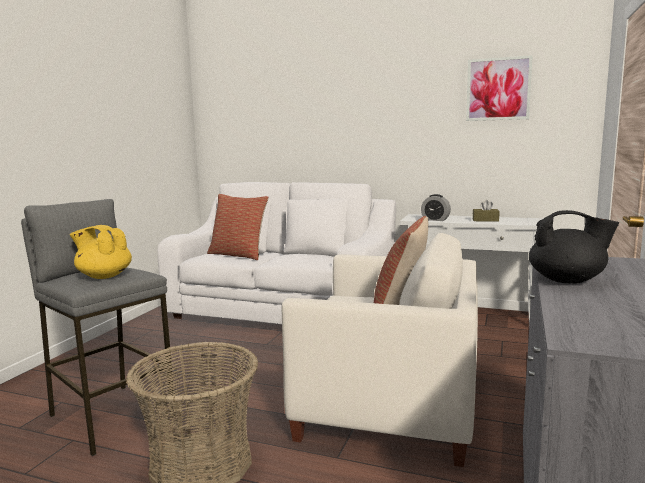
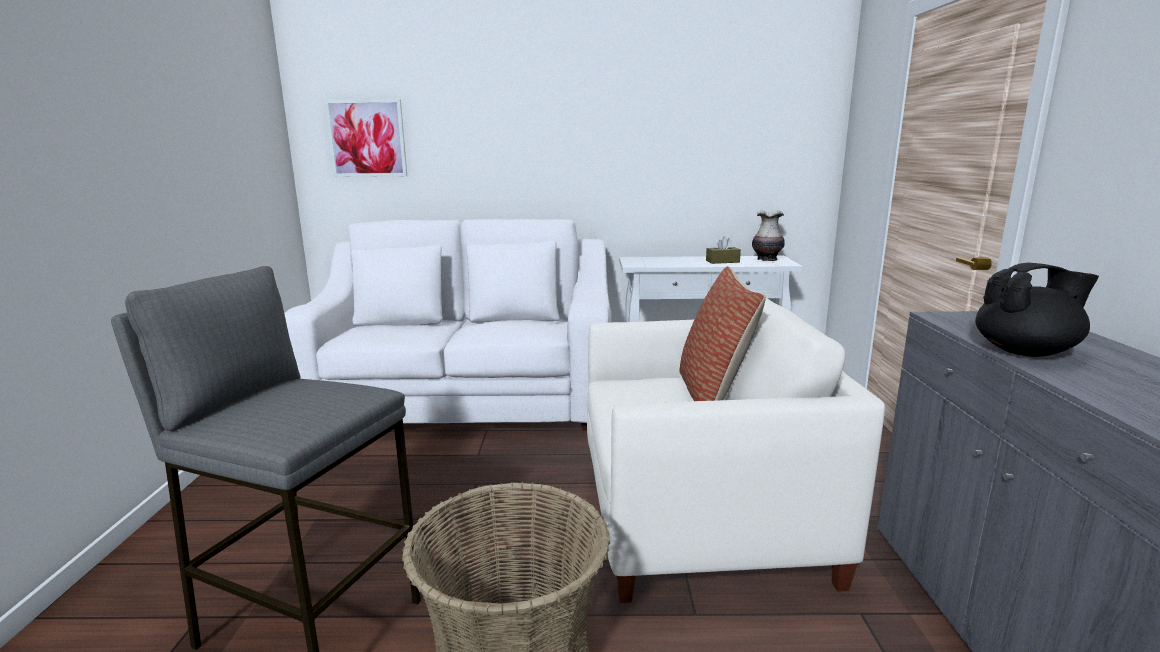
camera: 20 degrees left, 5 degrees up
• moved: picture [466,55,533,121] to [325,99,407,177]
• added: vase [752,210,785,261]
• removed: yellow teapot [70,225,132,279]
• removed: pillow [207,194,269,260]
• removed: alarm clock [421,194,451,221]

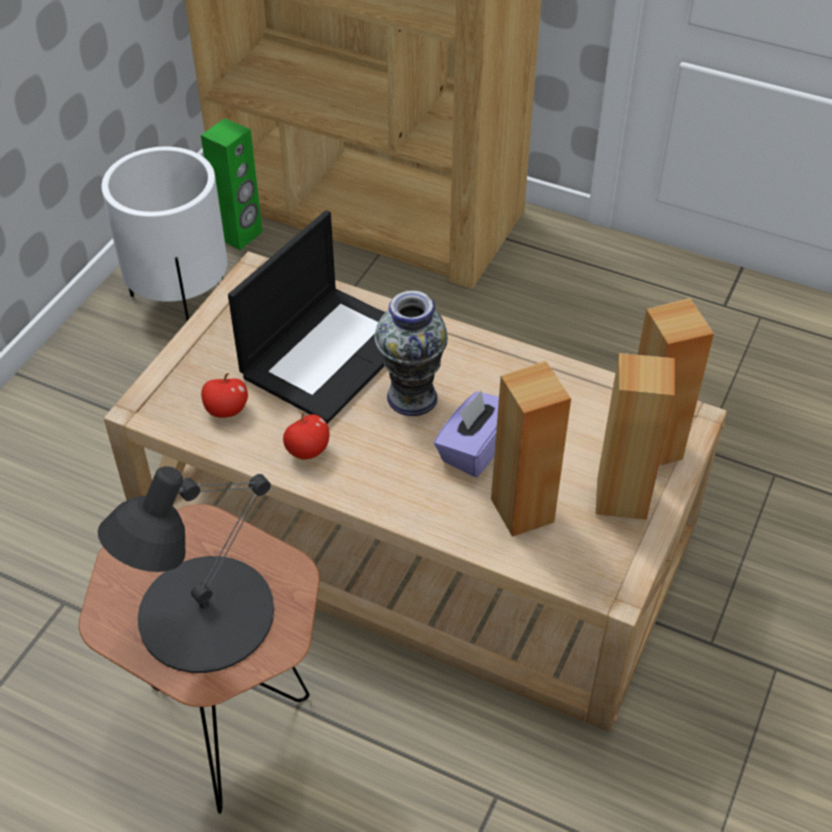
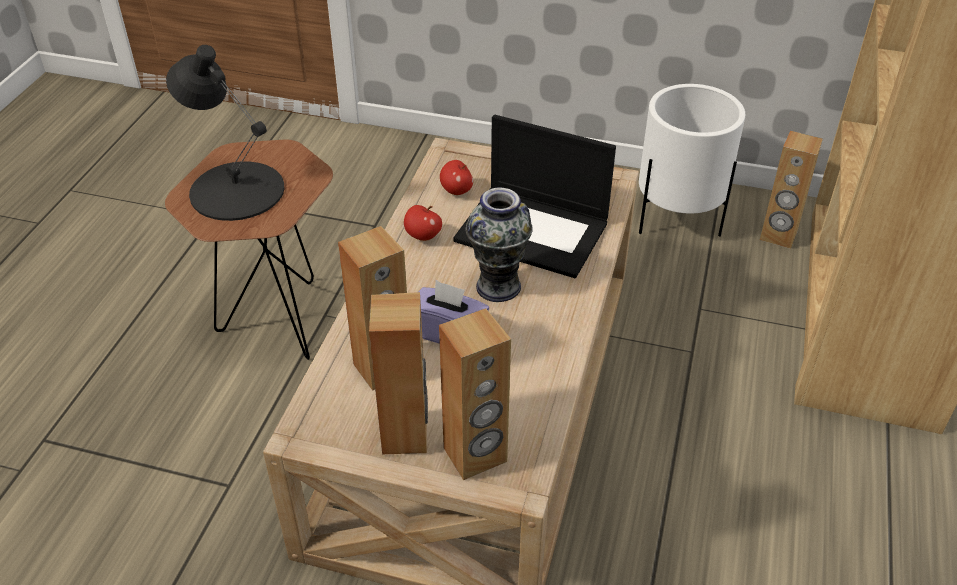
camera: 80 degrees right, 5 degrees down
• recoloured: green speaker [201,118,263,250] to brown speaker [760,131,823,249]

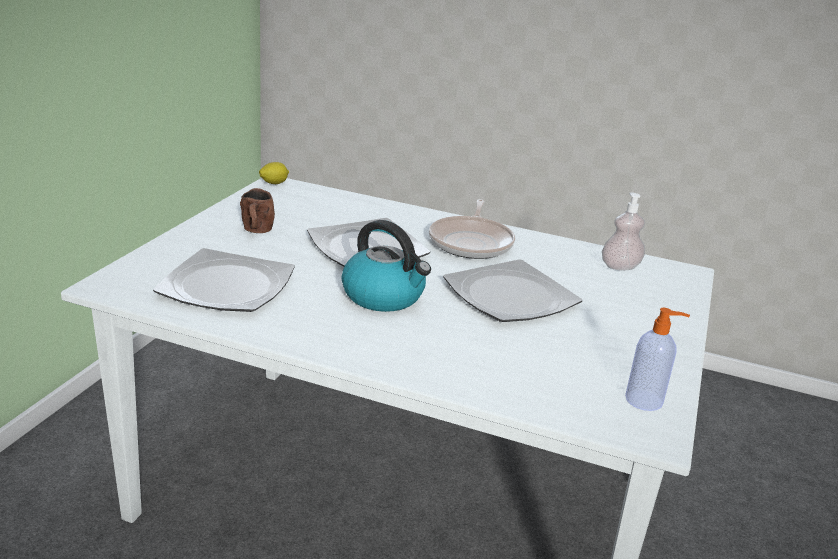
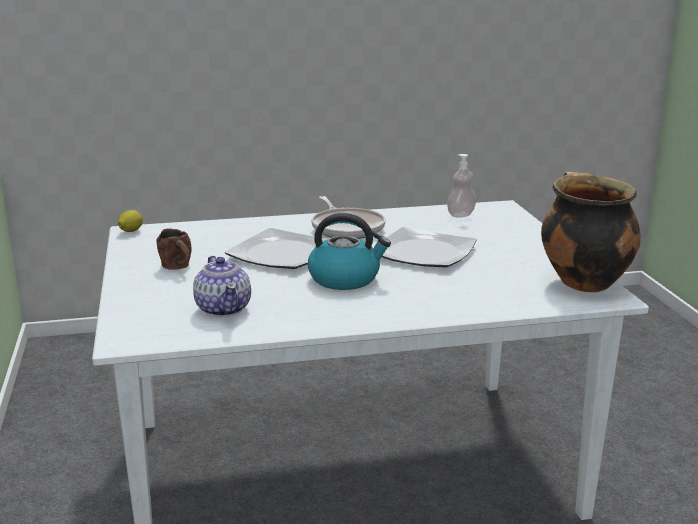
camera: 30 degrees left, 5 degrees down
• replaced: plate [153,248,295,312] to teapot [193,256,251,317]
• replaced: soap dispenser [625,308,690,411] to cooking pot [541,172,641,292]

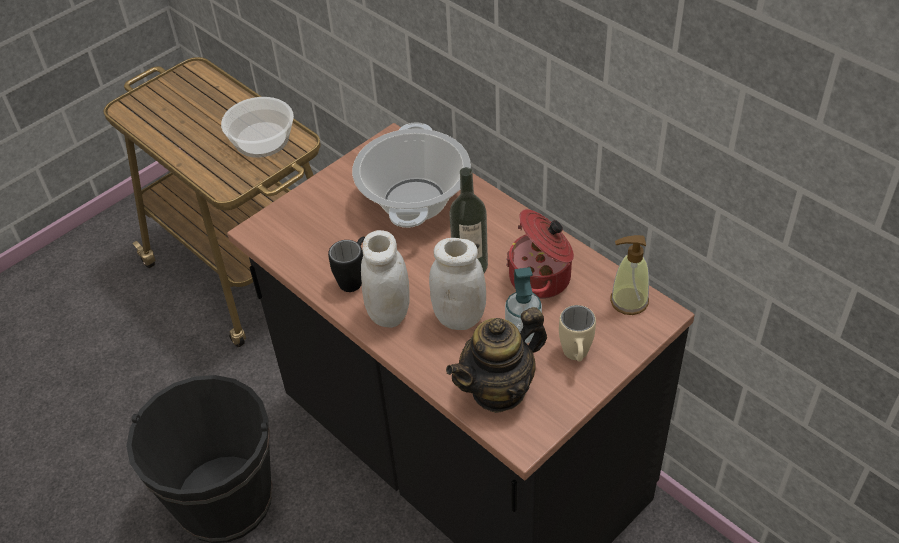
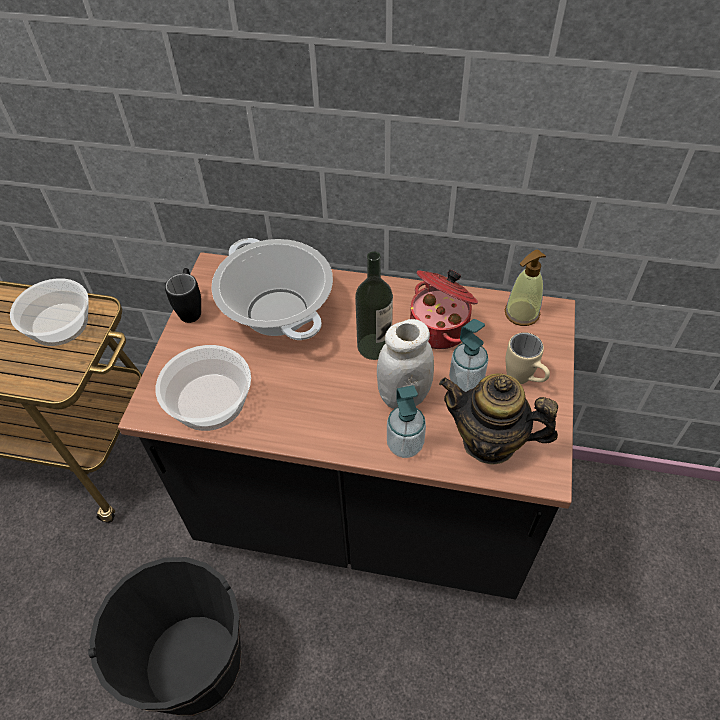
camera: 35 degrees left, 5 degrees up
• added: bowl [156,345,251,431]
• moved: black mug [328,237,365,292] to [165,268,201,323]
• added: soap dispenser [387,385,426,458]
• turned: teapot [446,307,547,413] = [439,374,558,465] 90 degrees clockwise
• removed: white jar [361,230,410,328]

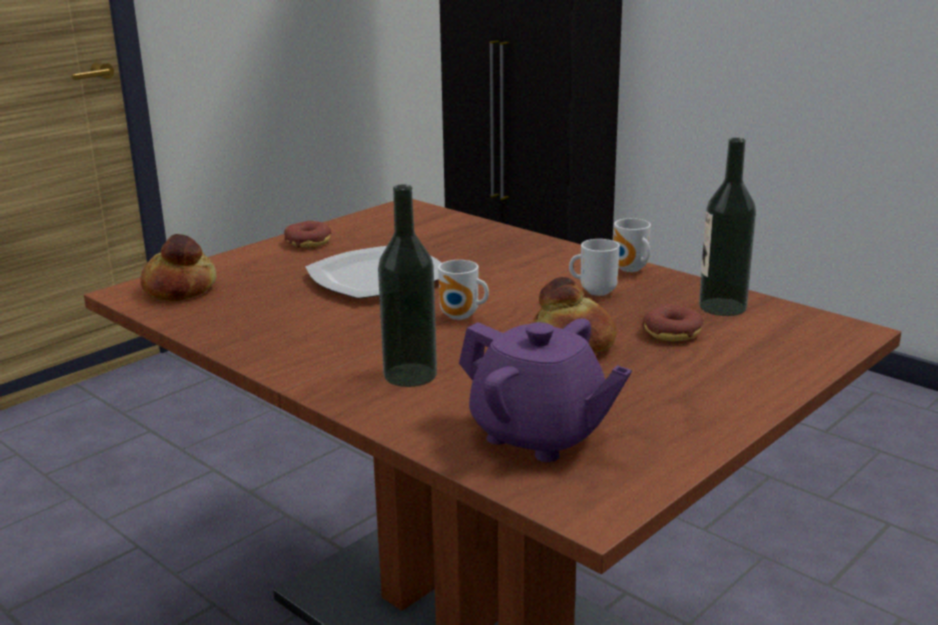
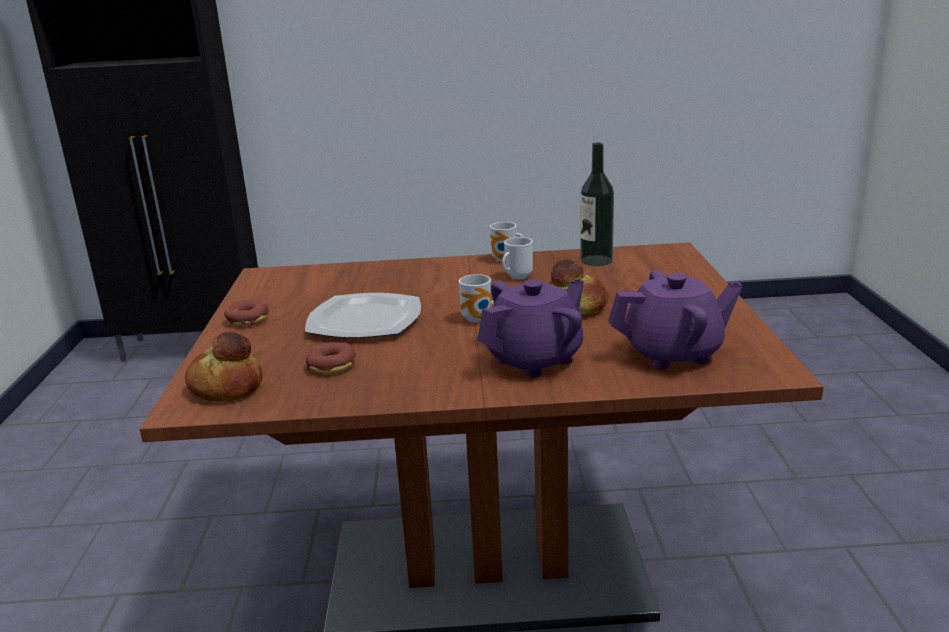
camera: 45 degrees left, 0 degrees up
• moved: donut [642,304,703,342] to [306,342,356,375]
• replaced: bottle [378,184,437,387] to purple teapot [477,279,584,378]

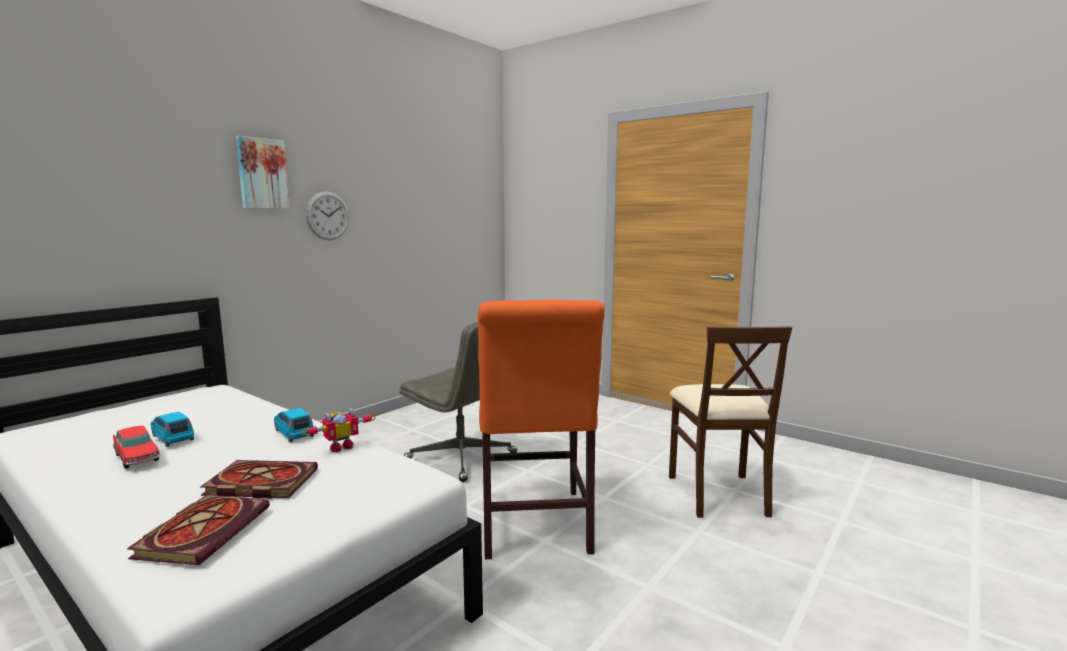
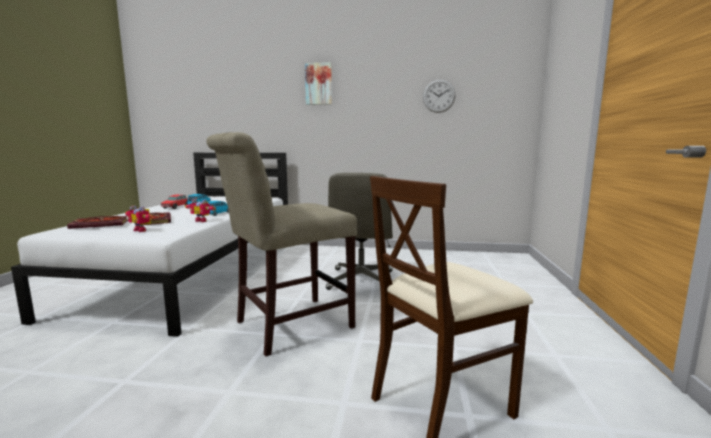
camera: 60 degrees right, 0 degrees up
• added: toy robot [125,206,153,232]
• recoloured: orange chair [478,300,605,559] to beige chair [206,132,357,356]
• moved: wall clock [306,191,349,240] to [423,79,456,113]

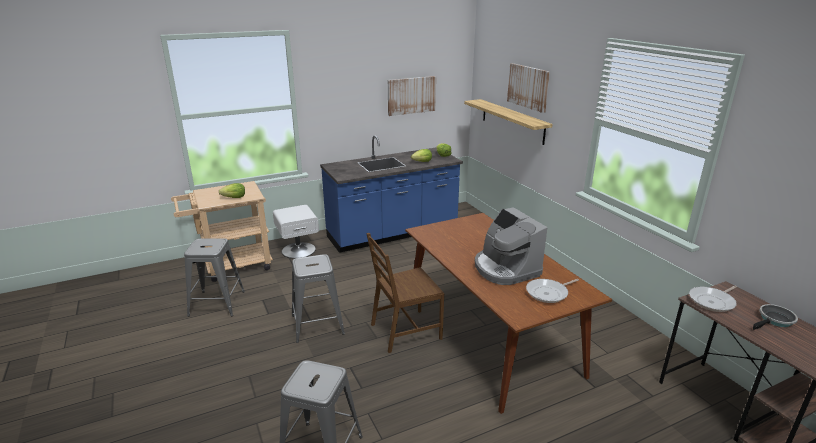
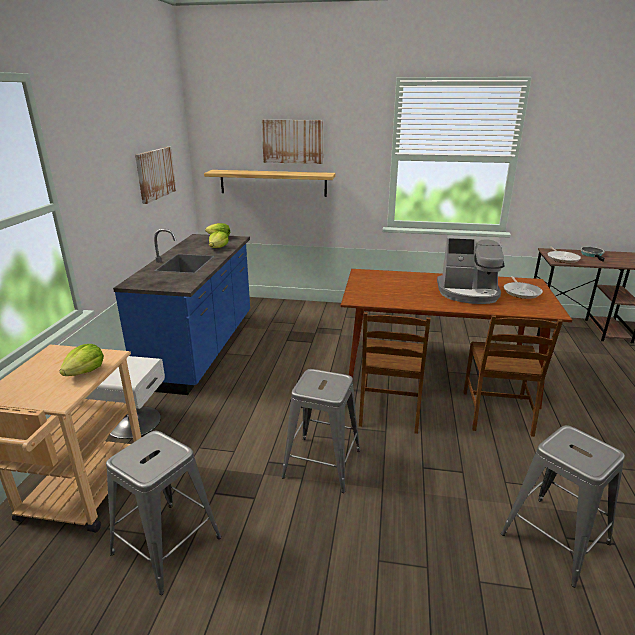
camera: 55 degrees left, 0 degrees up
• added: brown chair [463,315,563,437]

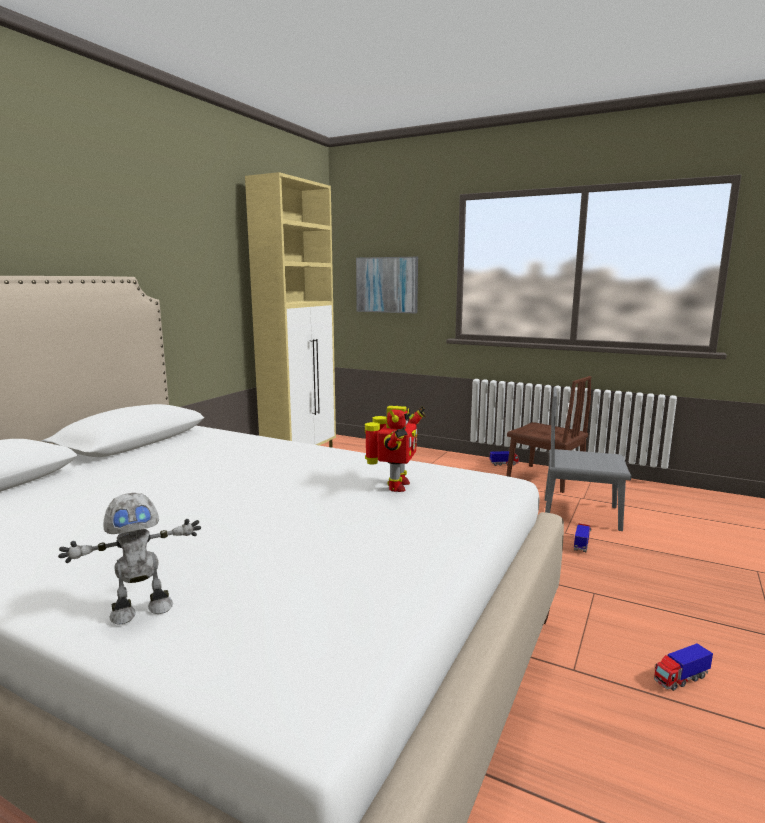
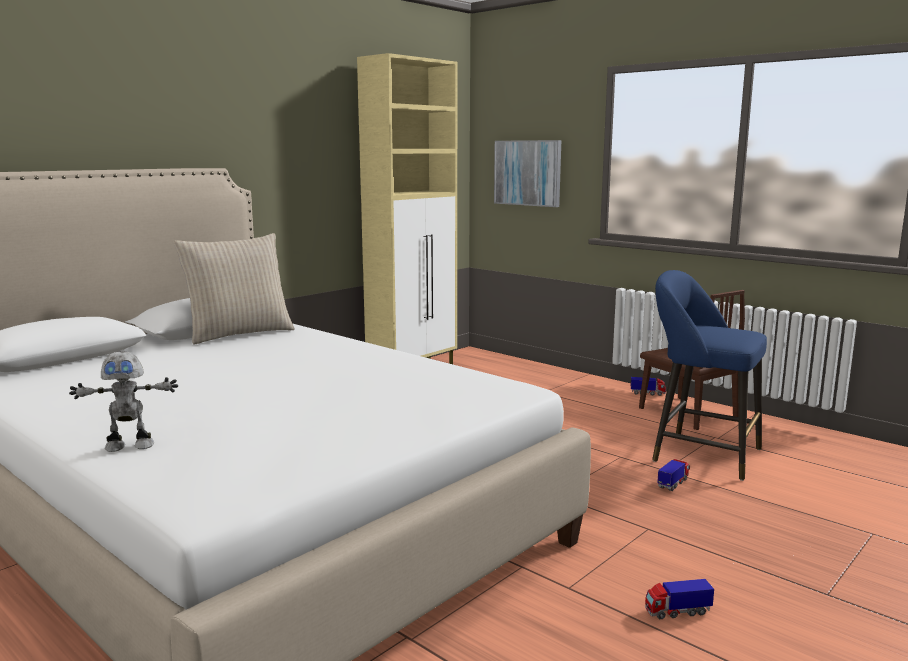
camera: 15 degrees right, 0 degrees up
• added: beige pillow [174,233,295,344]
• replaced: grey chair [545,387,631,531] to blue stool [652,270,767,481]
• removed: toy robot [365,406,426,492]

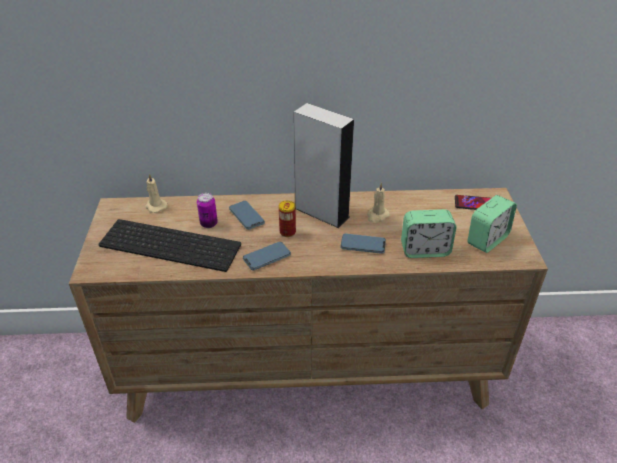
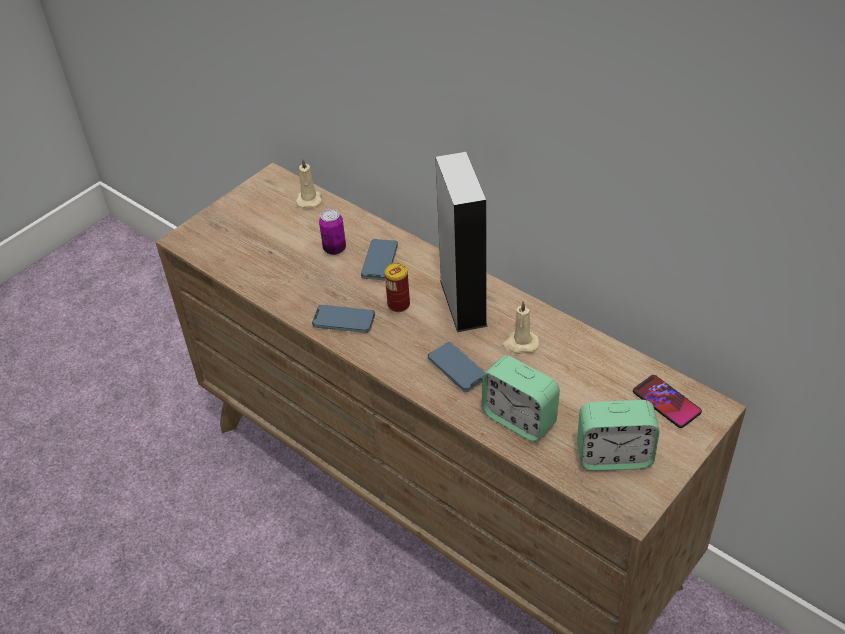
camera: 45 degrees right, 5 degrees up
• removed: keyboard [98,219,241,272]

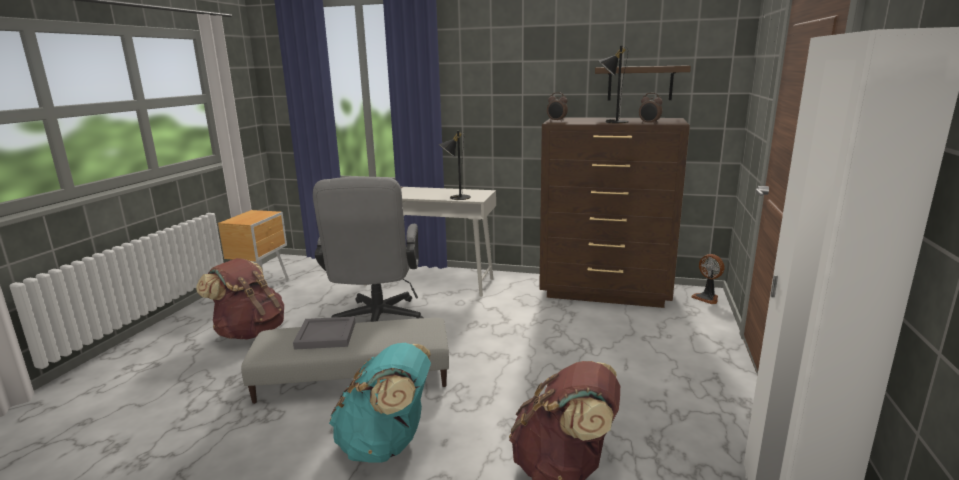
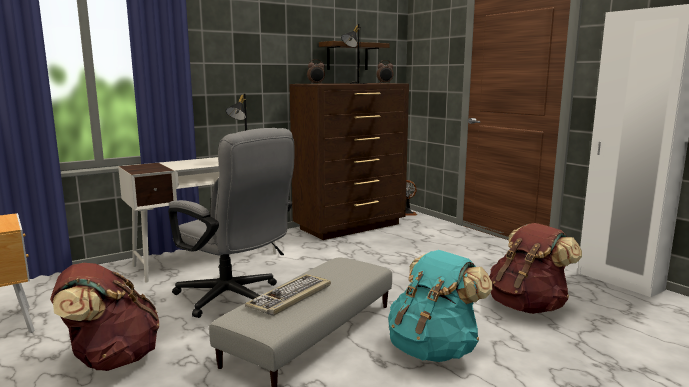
camera: 50 degrees left, 5 degrees down
• replaced: grey tray [293,316,355,350] to keyboard [245,274,331,316]

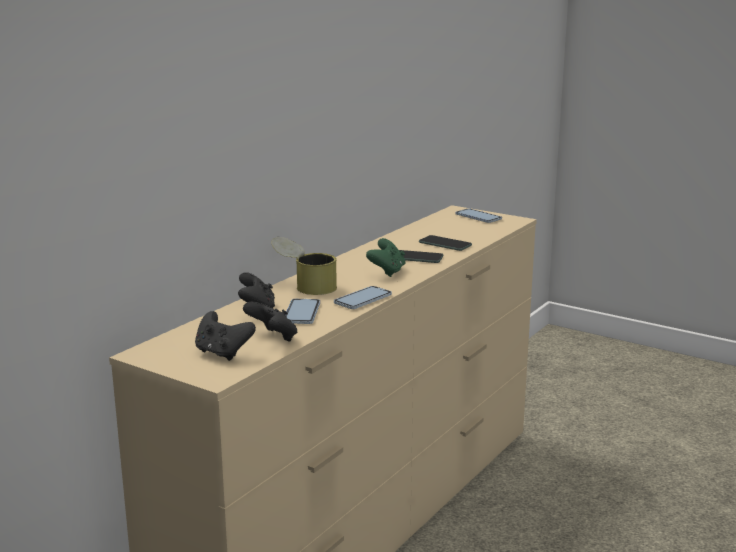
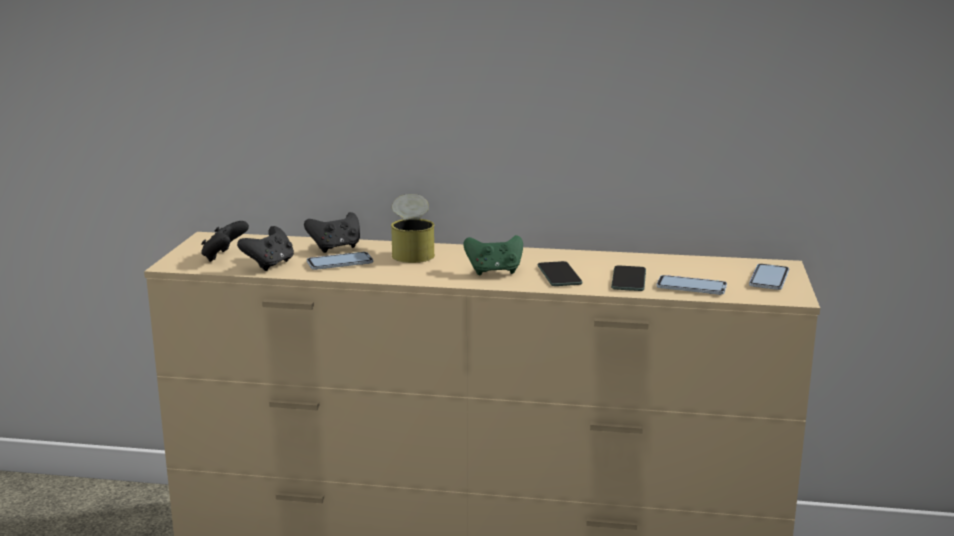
camera: 65 degrees right, 0 degrees up
• moved: phone [334,286,392,309] to [656,275,727,295]

